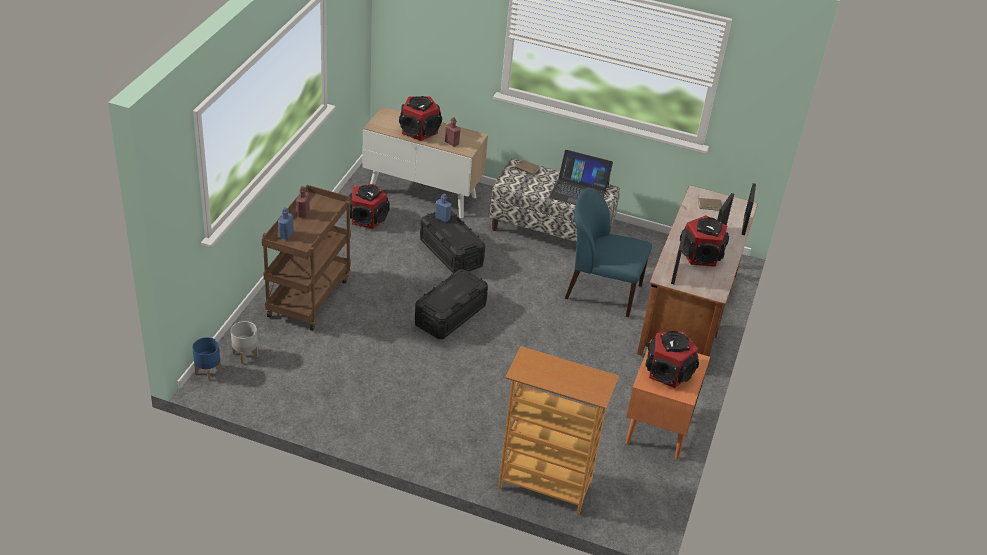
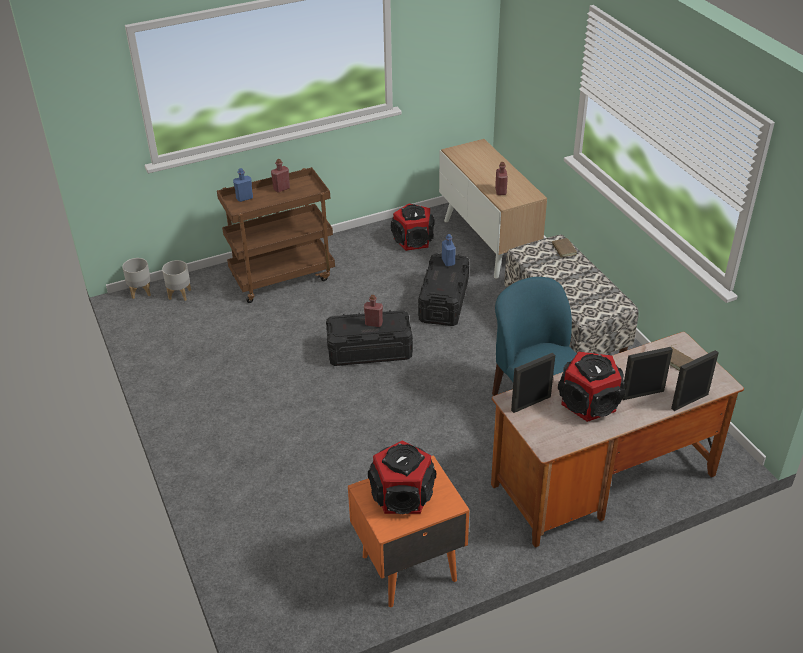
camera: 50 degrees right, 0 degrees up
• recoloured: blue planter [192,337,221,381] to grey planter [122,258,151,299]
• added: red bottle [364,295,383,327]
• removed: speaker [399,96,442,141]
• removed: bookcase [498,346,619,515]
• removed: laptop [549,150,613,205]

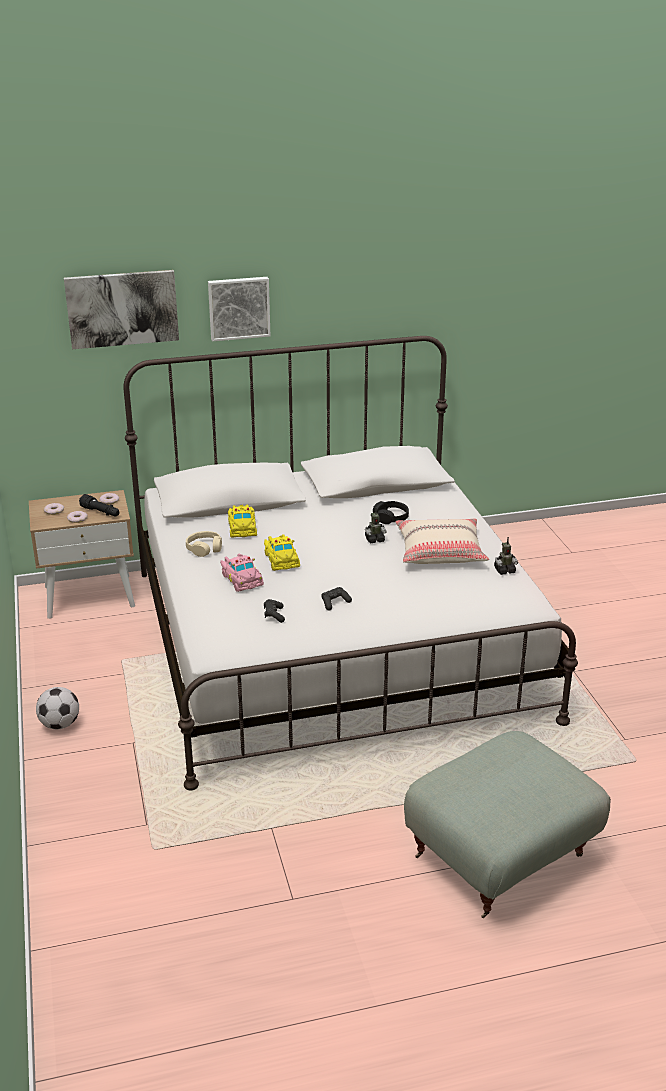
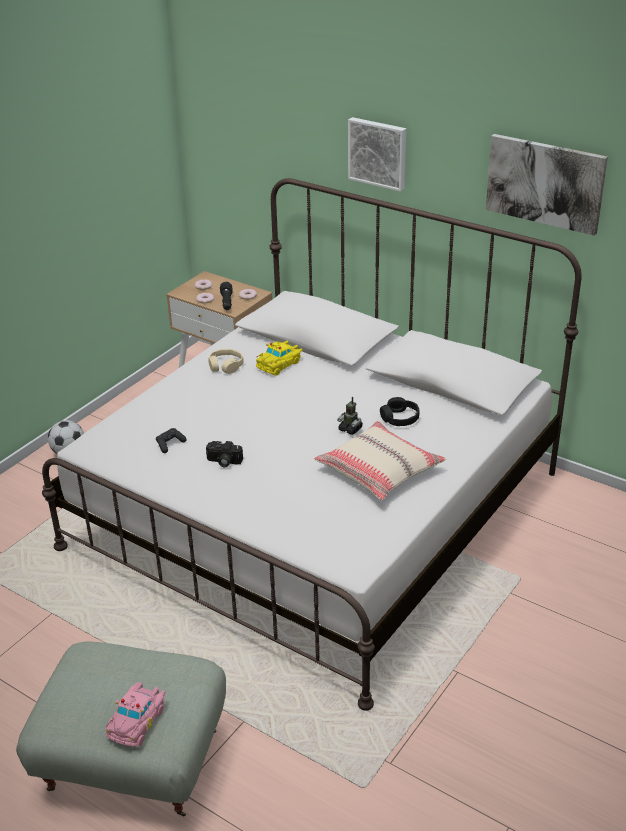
camera: 50 degrees right, 5 degrees up
• moved: pink toy car [220,553,264,592] to [105,682,166,746]
• replaced: black game controller [321,587,352,610] to photo camera [206,441,243,467]
• moved: picture [64,270,179,349] to [486,134,608,236]
• removed: yellow toy car [264,534,300,571]
• removed: toy robot [494,537,518,575]

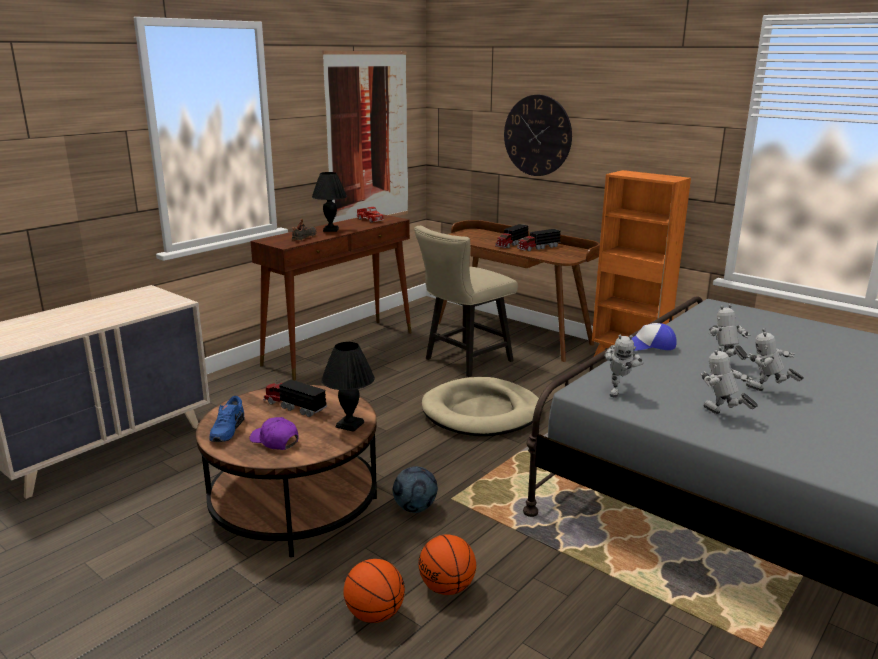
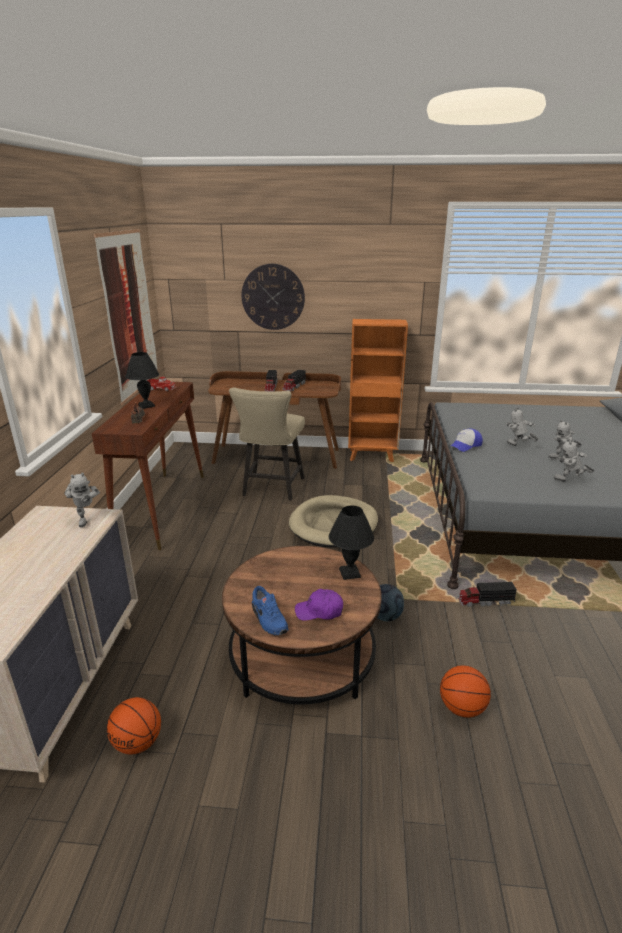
camera: 35 degrees left, 5 degrees up
• moved: toy robot [604,334,643,397] to [64,473,100,527]
• moved: basketball [418,535,476,595] to [107,697,161,755]
• moved: toy truck [263,379,327,417] to [458,582,517,607]

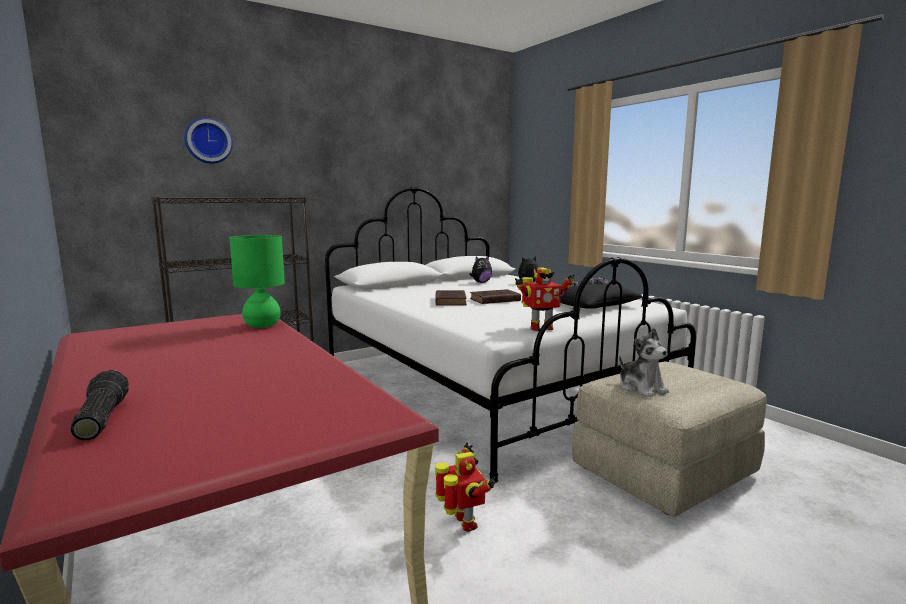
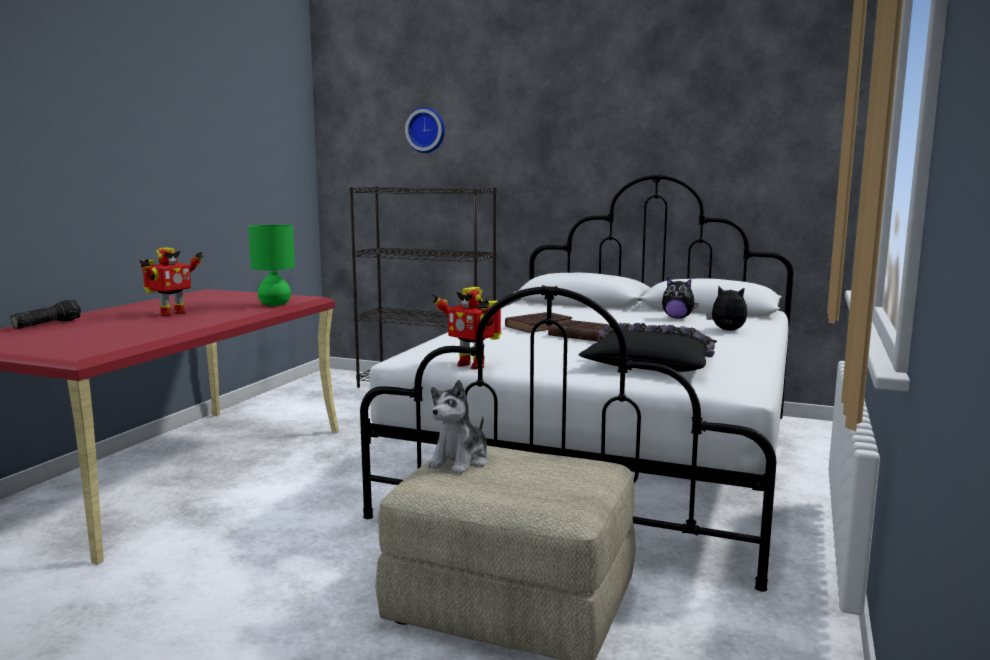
camera: 55 degrees right, 0 degrees up
• moved: toy robot [435,443,496,532] to [140,247,204,316]

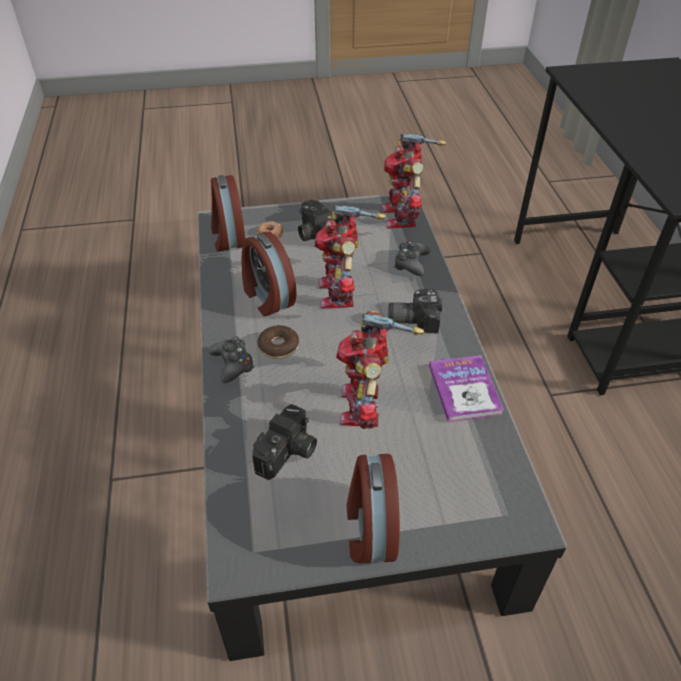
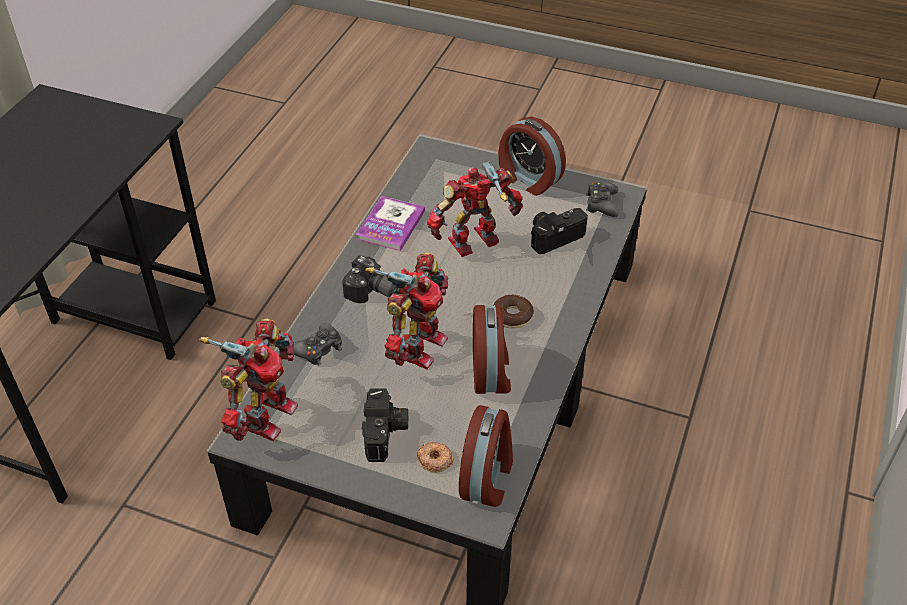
camera: 150 degrees left, 0 degrees up
• turned: toy robot [336,311,424,429] = [427,161,523,257] 150 degrees counterclockwise
• turned: alarm clock [347,454,400,564] = [498,116,566,196] 105 degrees clockwise
• moved: black game controller [209,336,255,383] to [586,182,619,217]

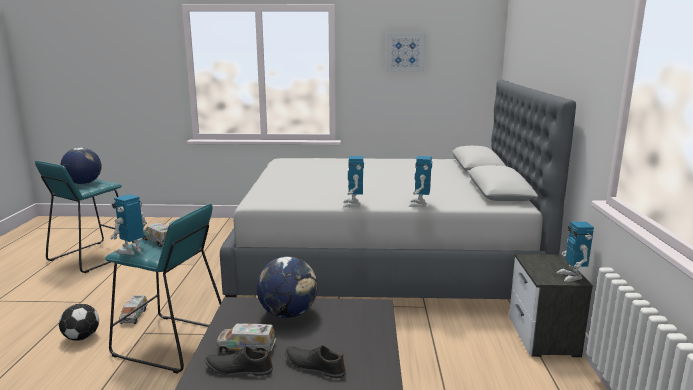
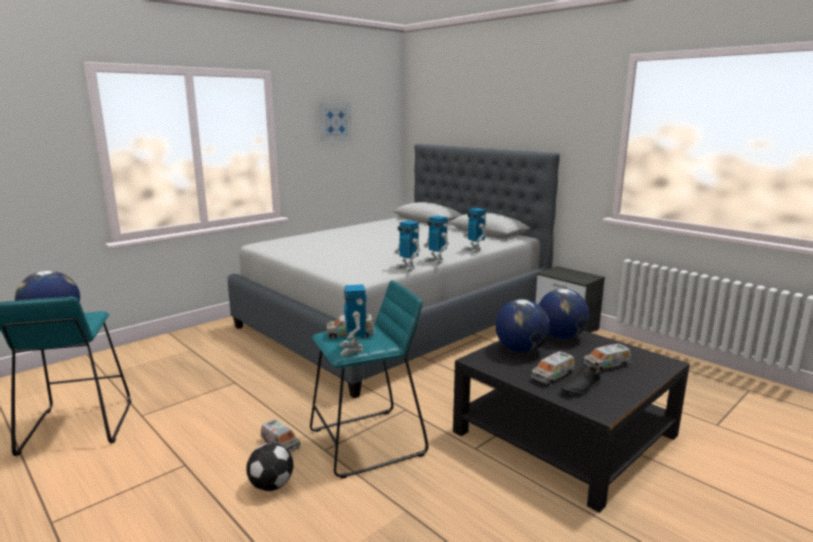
camera: 45 degrees left, 0 degrees up
• moved: toy robot [557,222,594,282] to [394,221,420,272]
• added: globe [539,289,589,339]
• replaced: black shoe [285,345,346,378] to toy truck [583,343,631,373]

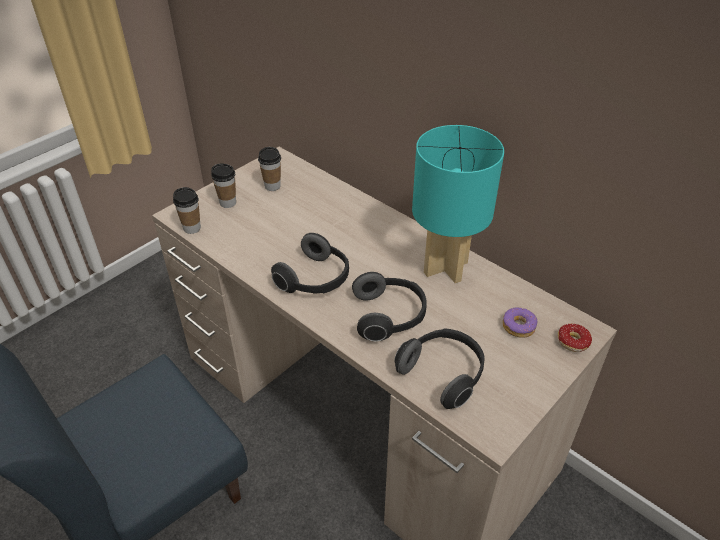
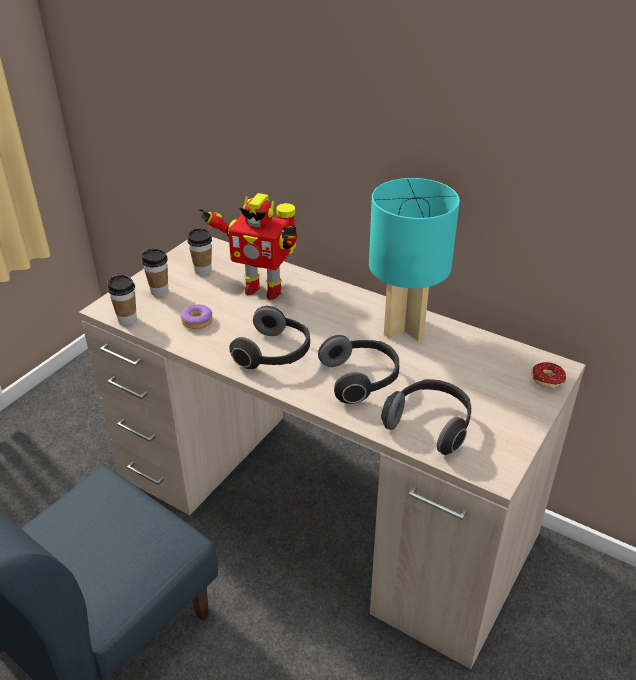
camera: 10 degrees left, 5 degrees down
• moved: donut [502,308,537,338] to [180,304,213,329]
• added: toy robot [199,193,298,300]

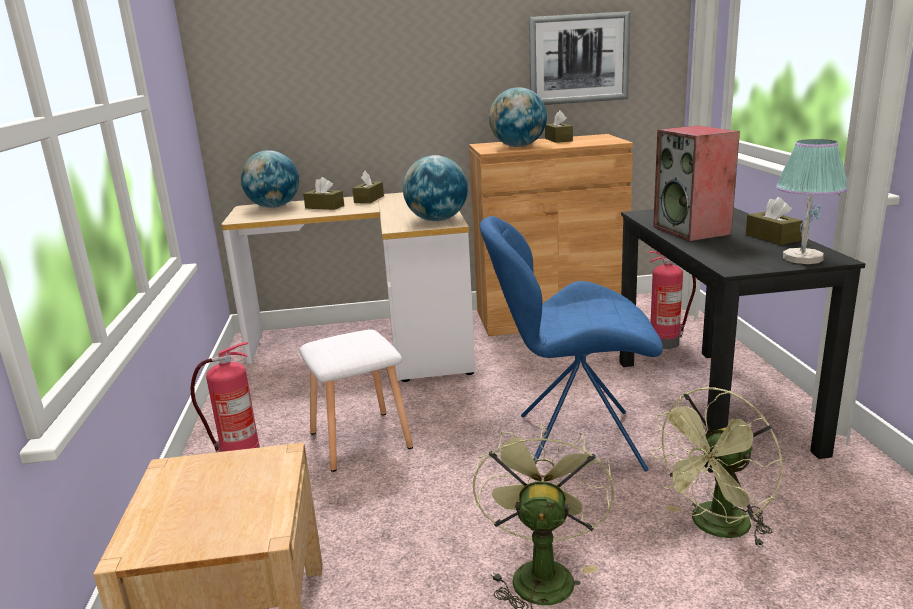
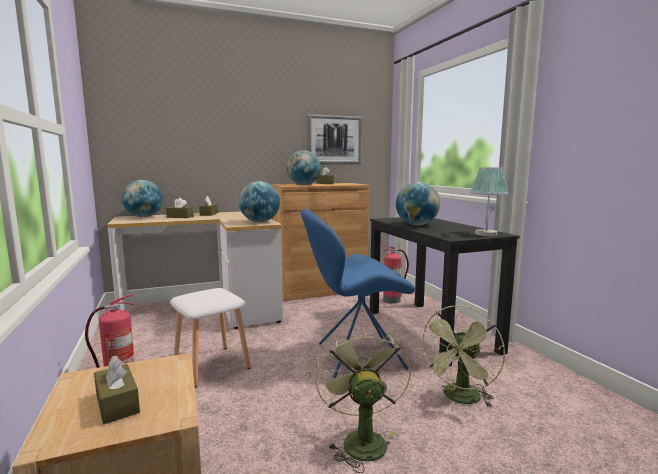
camera: 15 degrees left, 10 degrees down
• moved: brown tissue box [746,197,803,245] to [94,355,140,424]
• replaced: speaker [653,125,740,241] to globe [396,182,440,226]

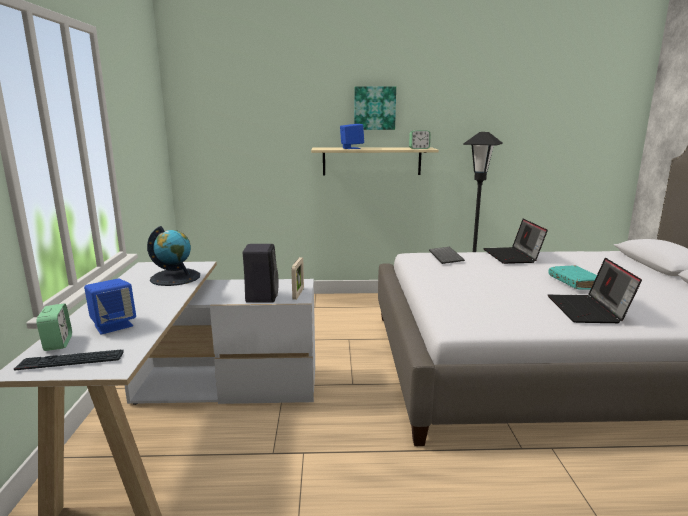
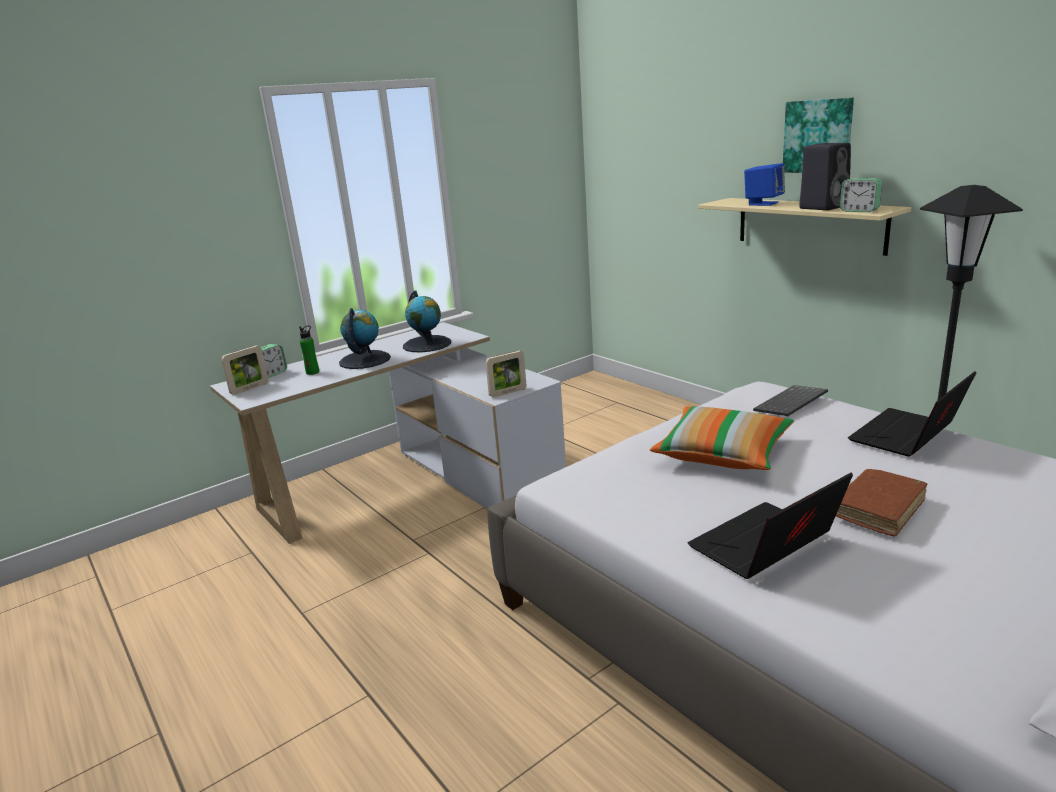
camera: 55 degrees right, 5 degrees up
• replaced: keyboard [14,350,124,370] to picture frame [221,345,268,395]
• replaced: blue speaker [84,278,136,335] to green bottle [300,325,319,375]
• added: globe [339,308,391,369]
• added: pillow [650,406,794,470]
• moved: black speaker [243,244,278,303] to [799,143,851,210]
• recoloured: turquoise book [548,265,597,290] to brown book [836,469,927,537]

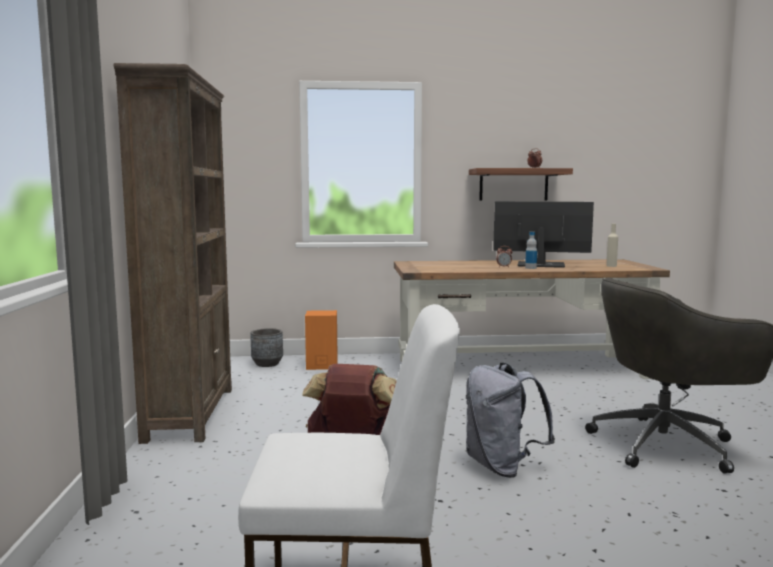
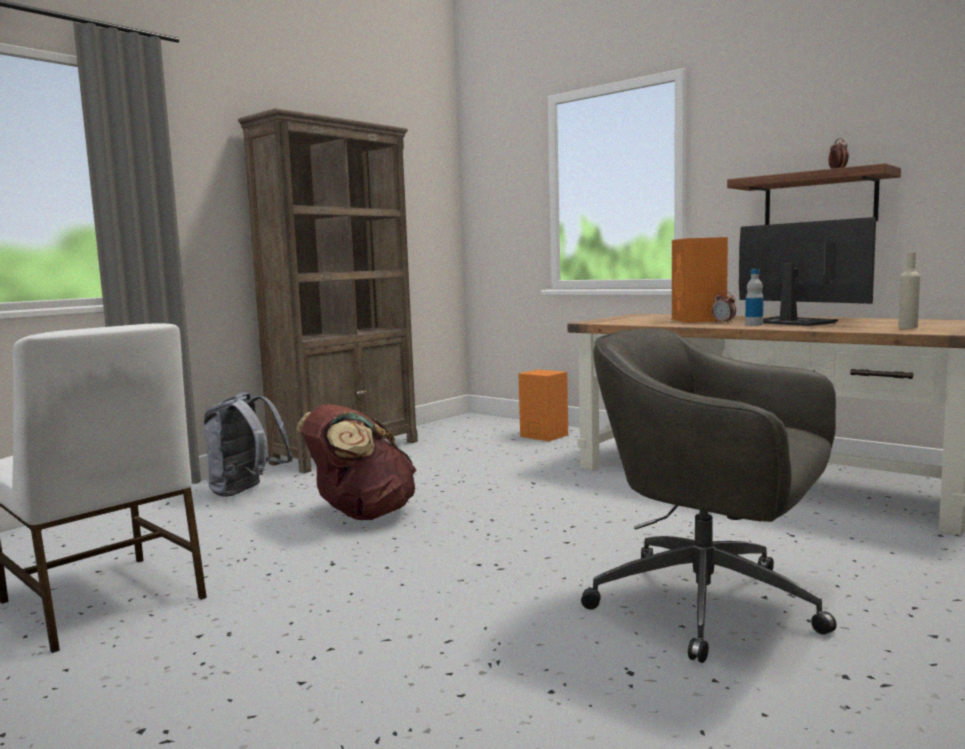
camera: 45 degrees right, 0 degrees up
• moved: grey backpack [466,363,555,478] to [204,392,293,497]
• added: orange speaker [672,237,728,323]
• removed: grey planter [250,328,283,367]

